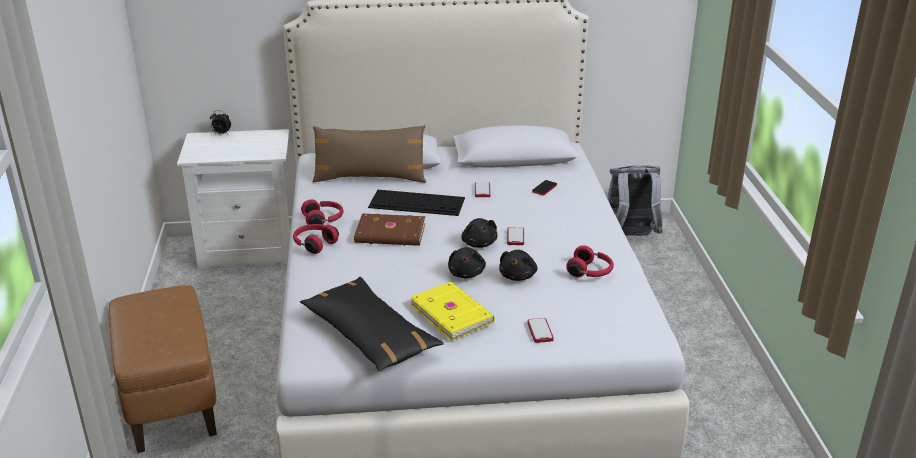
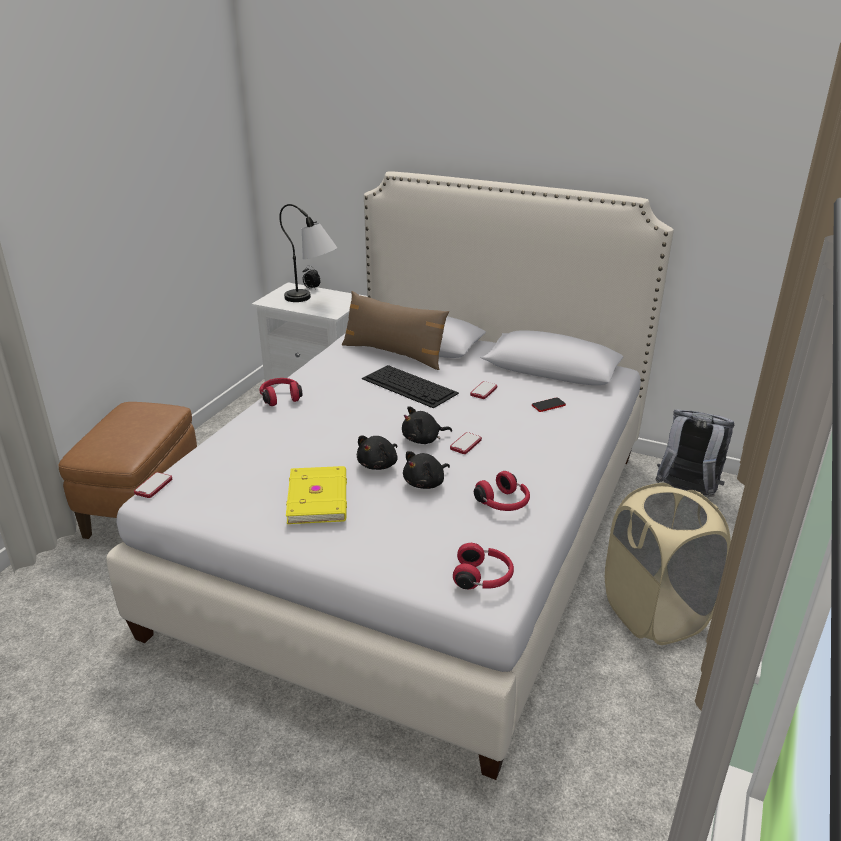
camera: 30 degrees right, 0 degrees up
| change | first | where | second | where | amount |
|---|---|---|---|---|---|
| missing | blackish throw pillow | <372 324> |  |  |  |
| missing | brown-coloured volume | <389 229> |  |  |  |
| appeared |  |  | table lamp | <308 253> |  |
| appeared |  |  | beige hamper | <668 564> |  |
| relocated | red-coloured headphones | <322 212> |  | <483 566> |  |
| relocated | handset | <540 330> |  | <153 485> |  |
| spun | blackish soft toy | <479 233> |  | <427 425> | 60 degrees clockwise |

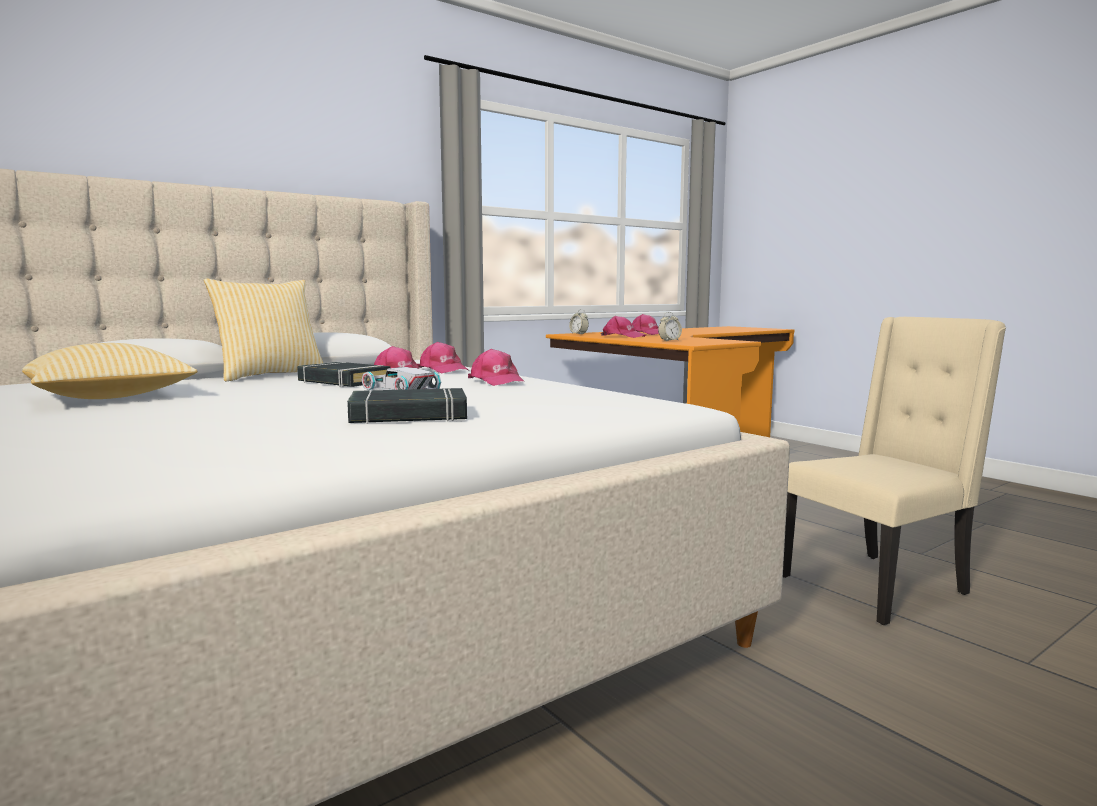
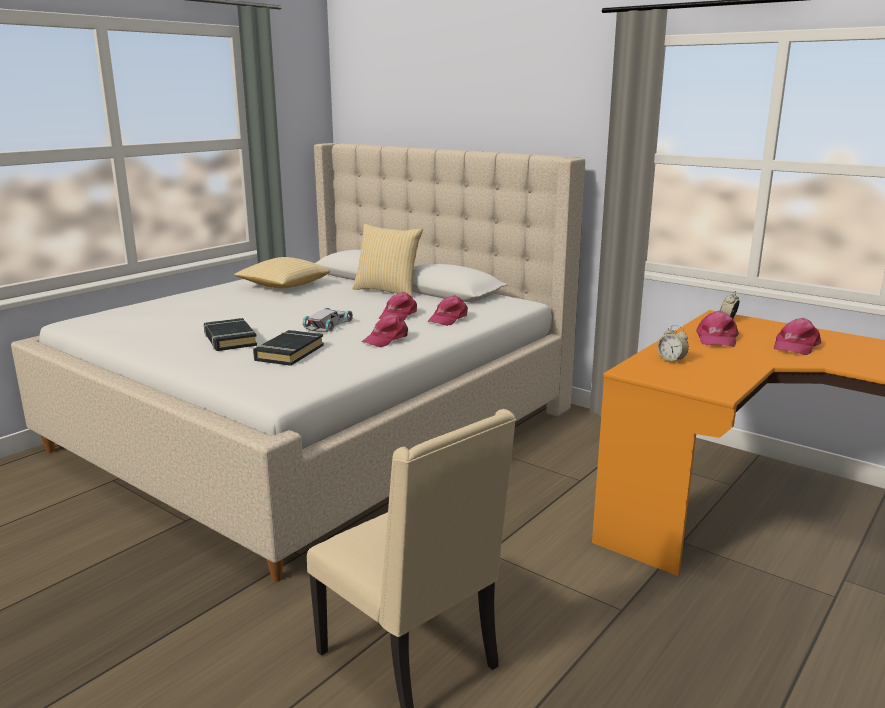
camera: 75 degrees right, 10 degrees up
| change | first | where | second | where | amount |
|---|---|---|---|---|---|
| relocated | blackish volume | <344 374> |  | <288 348> |  |

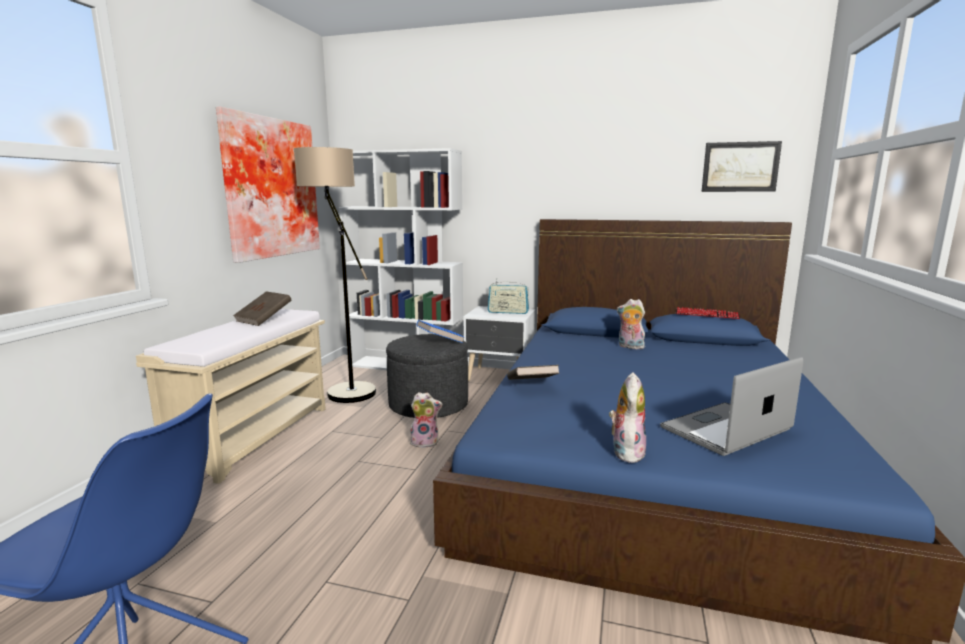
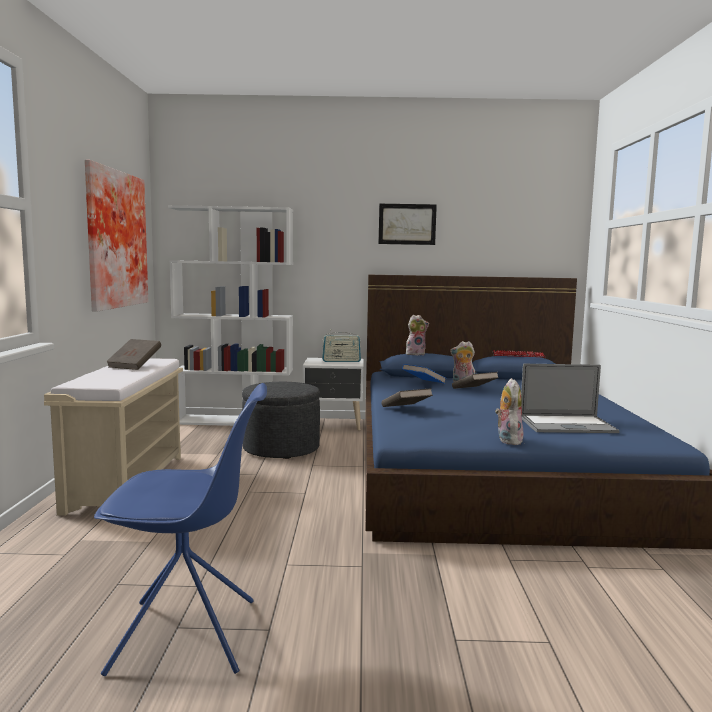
camera: 15 degrees left, 5 degrees down
| change | first | where | second | where | amount |
|---|---|---|---|---|---|
| missing | standing lamp | <335 275> |  |  |  |
| appeared |  |  | brown-coloured volume | <475 380> |  |
| relocated | soft toy | <426 420> |  | <417 335> |  |
| relocated | blue-coloured volume | <440 331> |  | <424 373> |  |
| relocated | picture | <741 166> |  | <407 224> |  |
| spun | portable computer | <731 406> |  | <570 398> | 135 degrees counterclockwise |

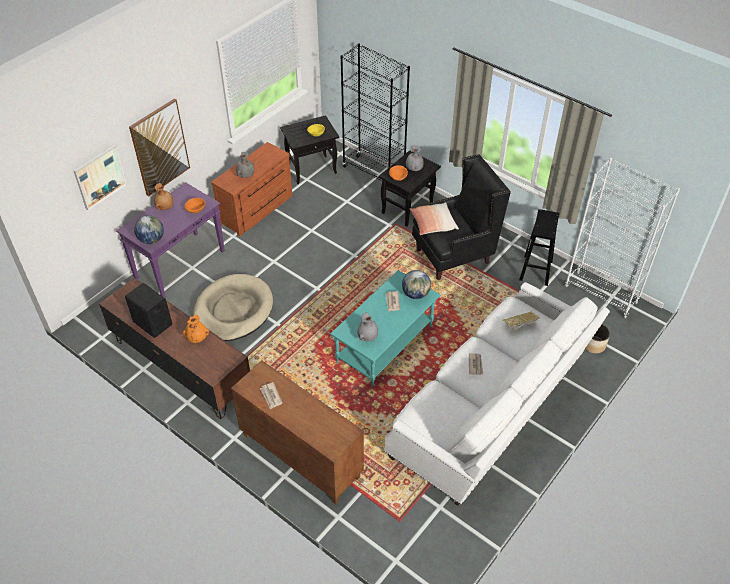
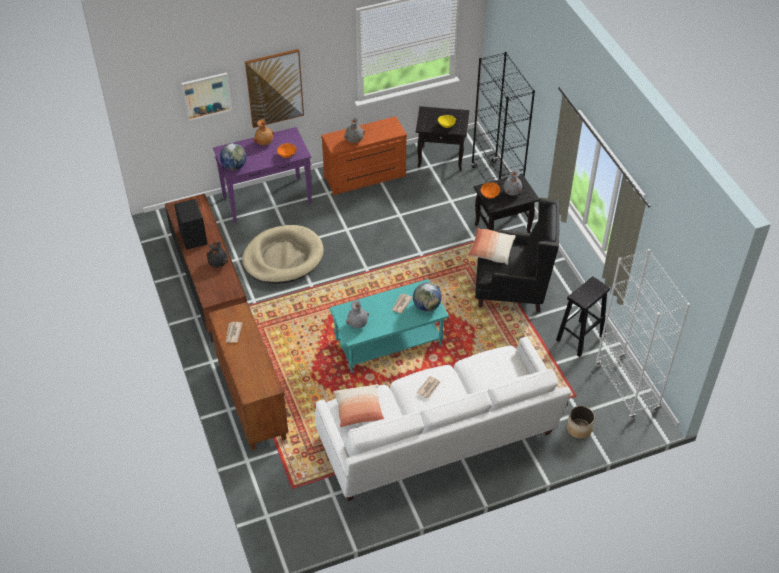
camera: 30 degrees right, 0 degrees up
| change | first | where | second | where | amount |
|---|---|---|---|---|---|
| missing | volume | <521 321> |  |  |  |
| appeared |  |  | throw pillow | <358 405> |  |
| colour | orange flower vase | <196 328> | blackish flower vase | <217 255> |  |

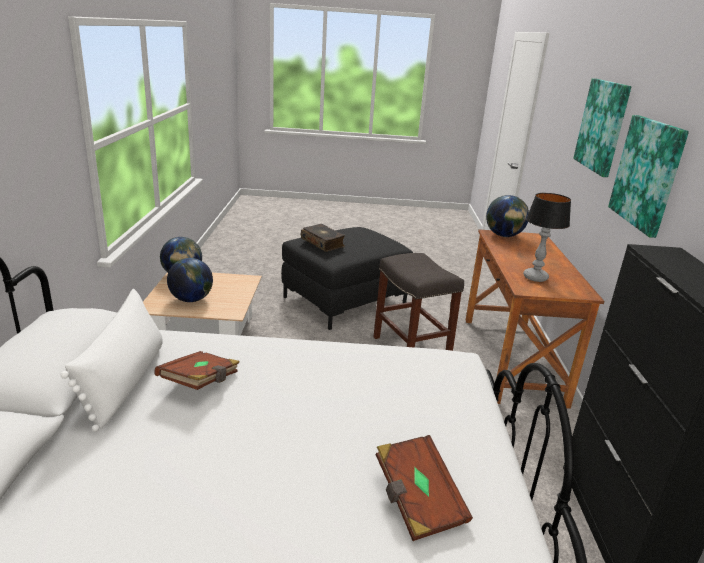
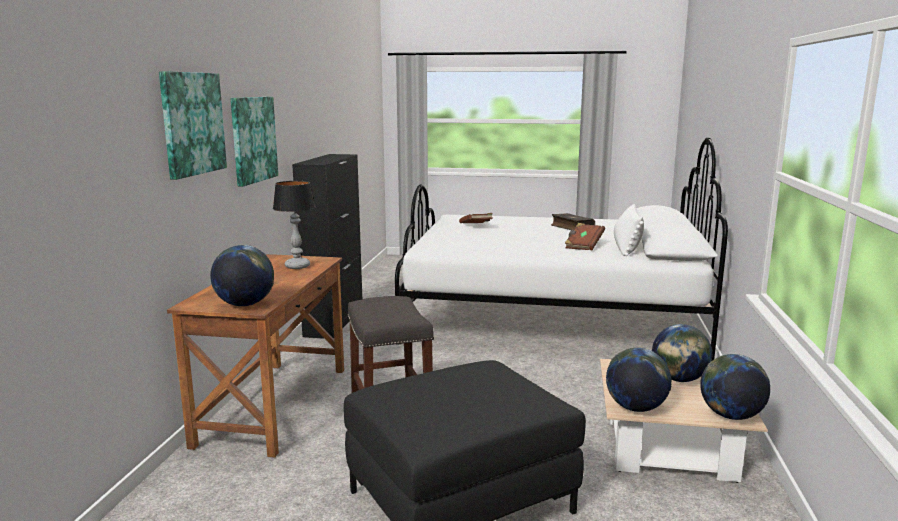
camera: 170 degrees left, 10 degrees down
| change | first | where | second | where | amount |
|---|---|---|---|---|---|
| appeared |  |  | desk globe | <639 380> |  |
| relocated | volume | <323 238> |  | <573 222> |  |

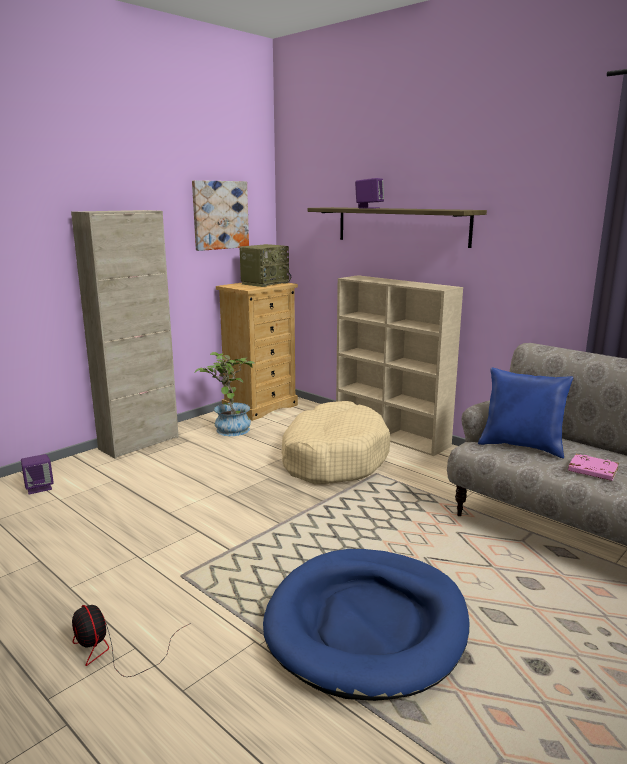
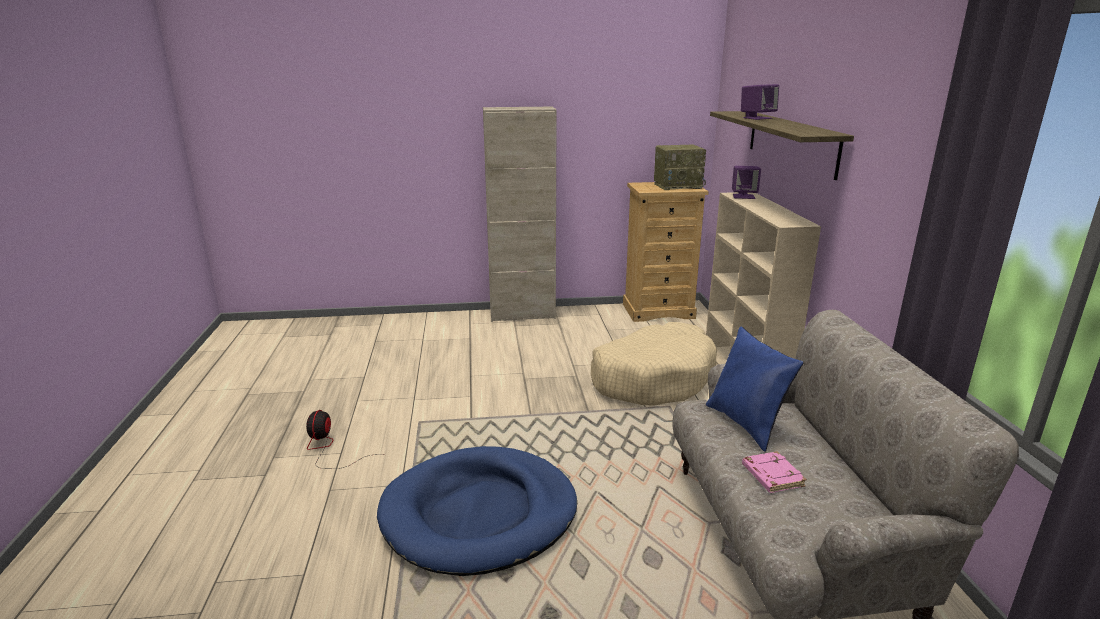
camera: 40 degrees right, 5 degrees up
| change | first | where | second | where | amount |
|---|---|---|---|---|---|
| missing | picture | <220 215> |  |  |  |
| missing | plant in a pot | <225 394> |  |  |  |
| relocated | purplish speaker | <37 474> |  | <746 182> |  |

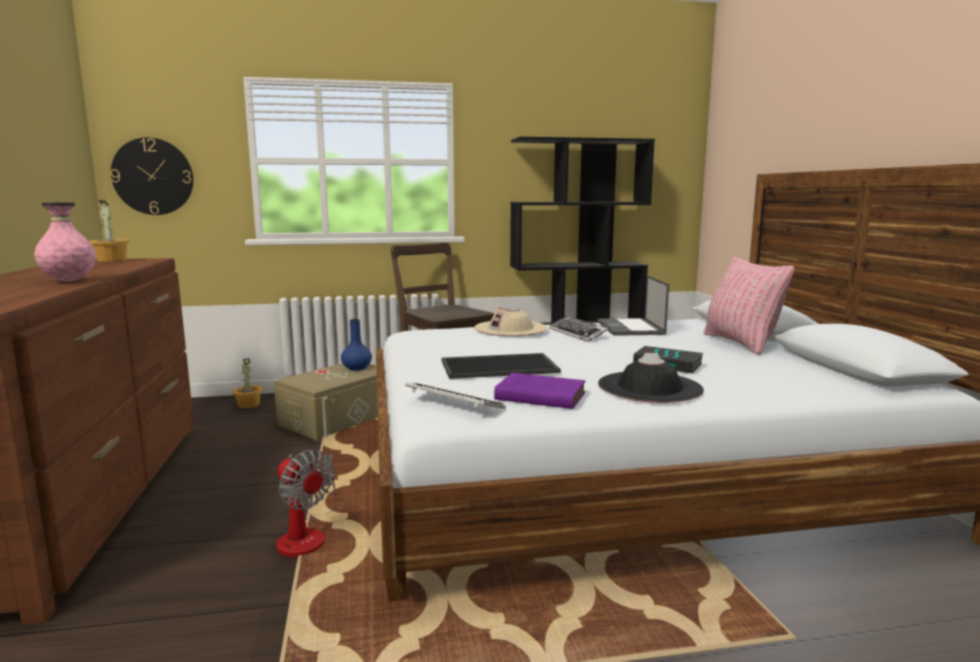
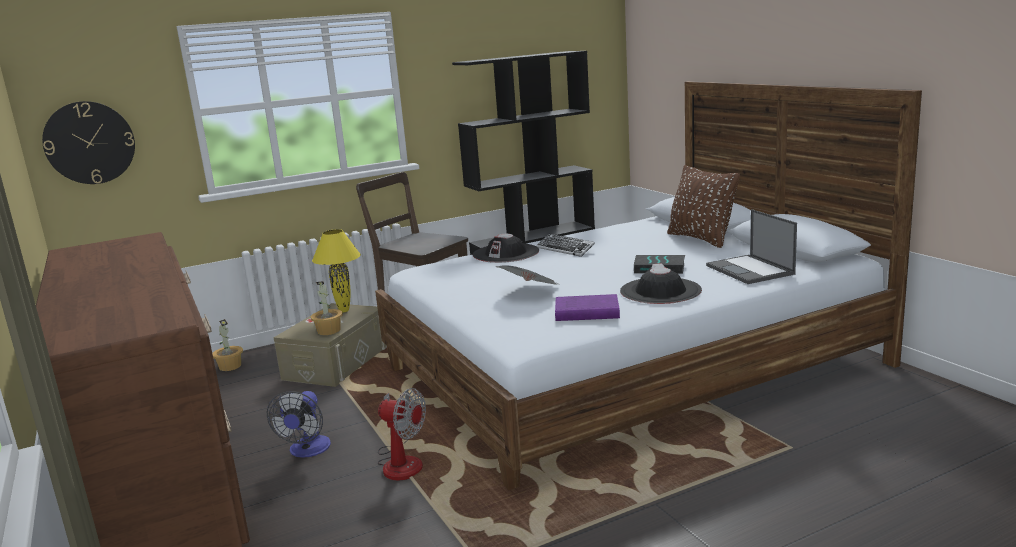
camera: 15 degrees left, 5 degrees up
| change | first | where | second | where | amount |
|---|---|---|---|---|---|
| missing | pinkish flower vase | <65 242> |  |  |  |
| missing | computer keyboard | <455 395> |  |  |  |
| appeared |  |  | electric fan | <299 424> |  |
| relocated | plant in a pot | <109 231> |  | <327 308> |  |
| relocated | portable computer | <633 305> |  | <751 246> |  |
| exchanged | blue-coloured flower vase | <356 344> | yellow table lamp | <336 270> |  |
| exchanged | serving tray | <501 366> | printed paper | <526 274> |  |
| colour | beige clothing hat | <510 321> | blackish clothing hat | <506 248> |  |
| colour | pinkish throw pillow | <748 306> | brown-coloured throw pillow | <703 206> |  |

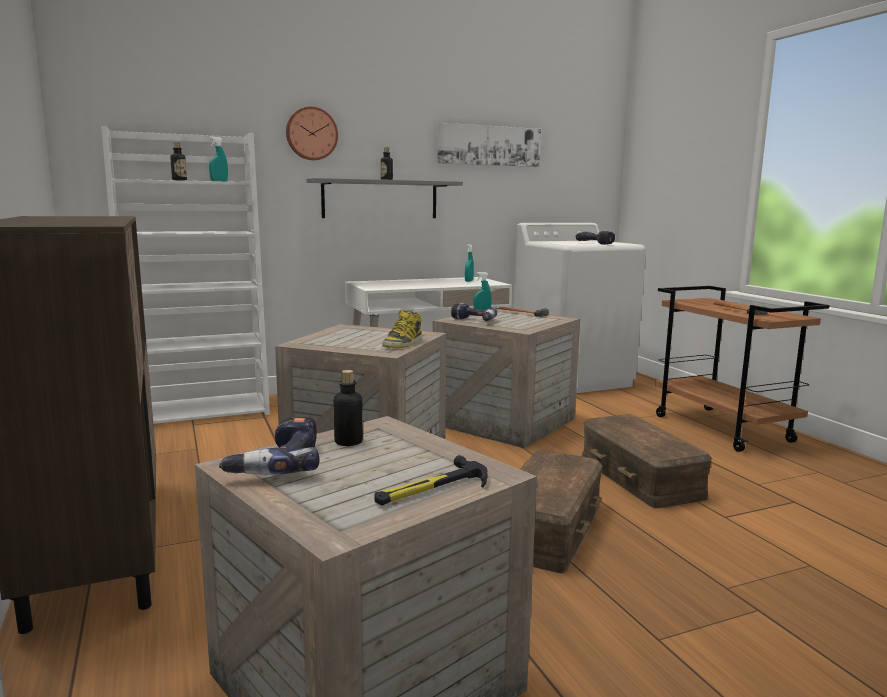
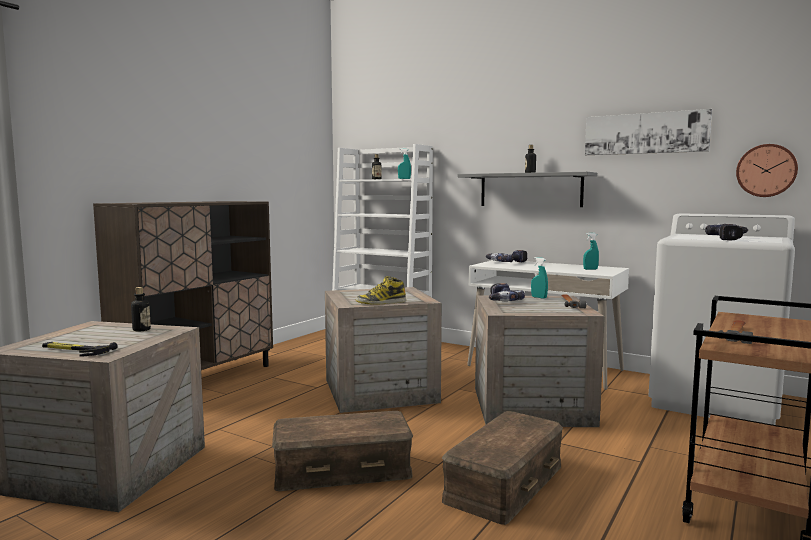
camera: 55 degrees right, 5 degrees down
| change | first | where | second | where | amount |
|---|---|---|---|---|---|
| relocated | drill | <269 446> |  | <506 256> |  |
| relocated | clock on the wall | <312 133> |  | <767 170> |  |

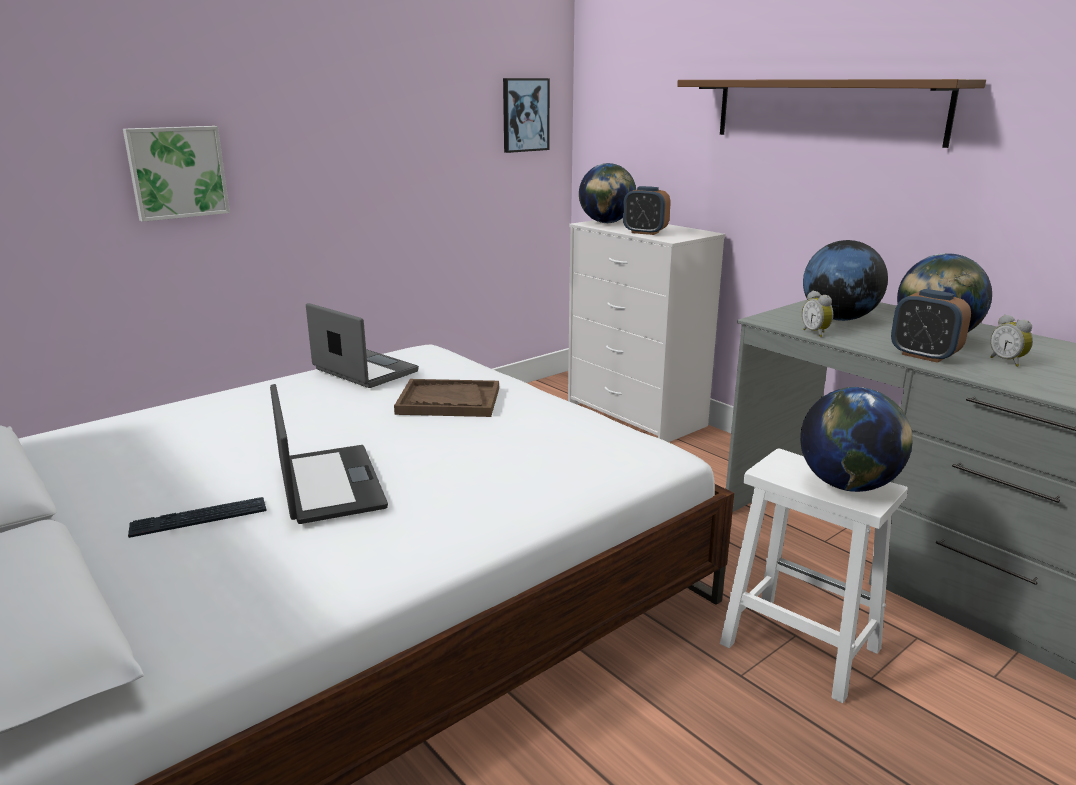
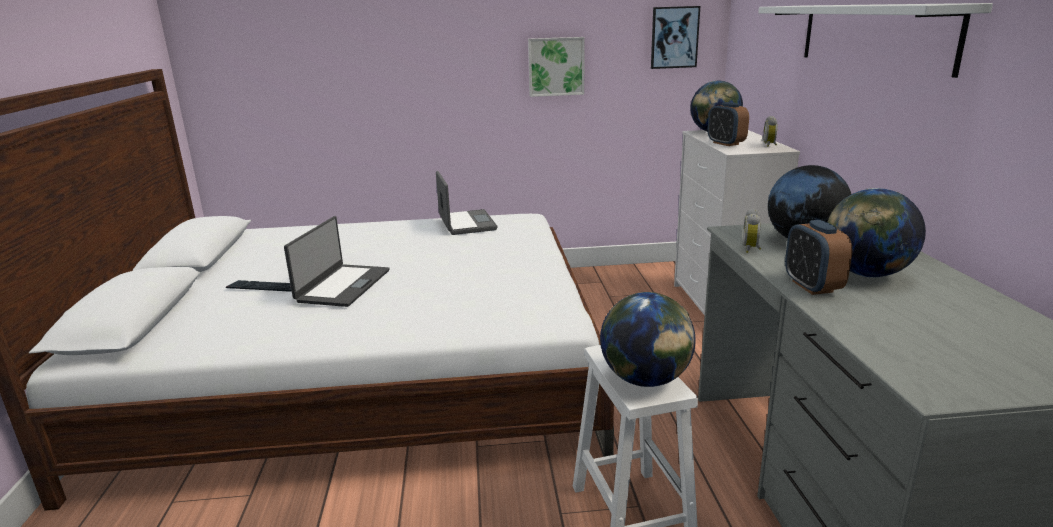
camera: 35 degrees right, 0 degrees up
| change | first | where | second | where | amount |
|---|---|---|---|---|---|
| missing | brown-coloured serving tray | <446 398> |  |  |  |
| relocated | picture | <176 174> |  | <556 67> |  |
| relocated | table clock | <1011 340> |  | <770 131> |  |
| colour | brown-coloured shelf | <831 113> | white shelf | <875 40> |  |

